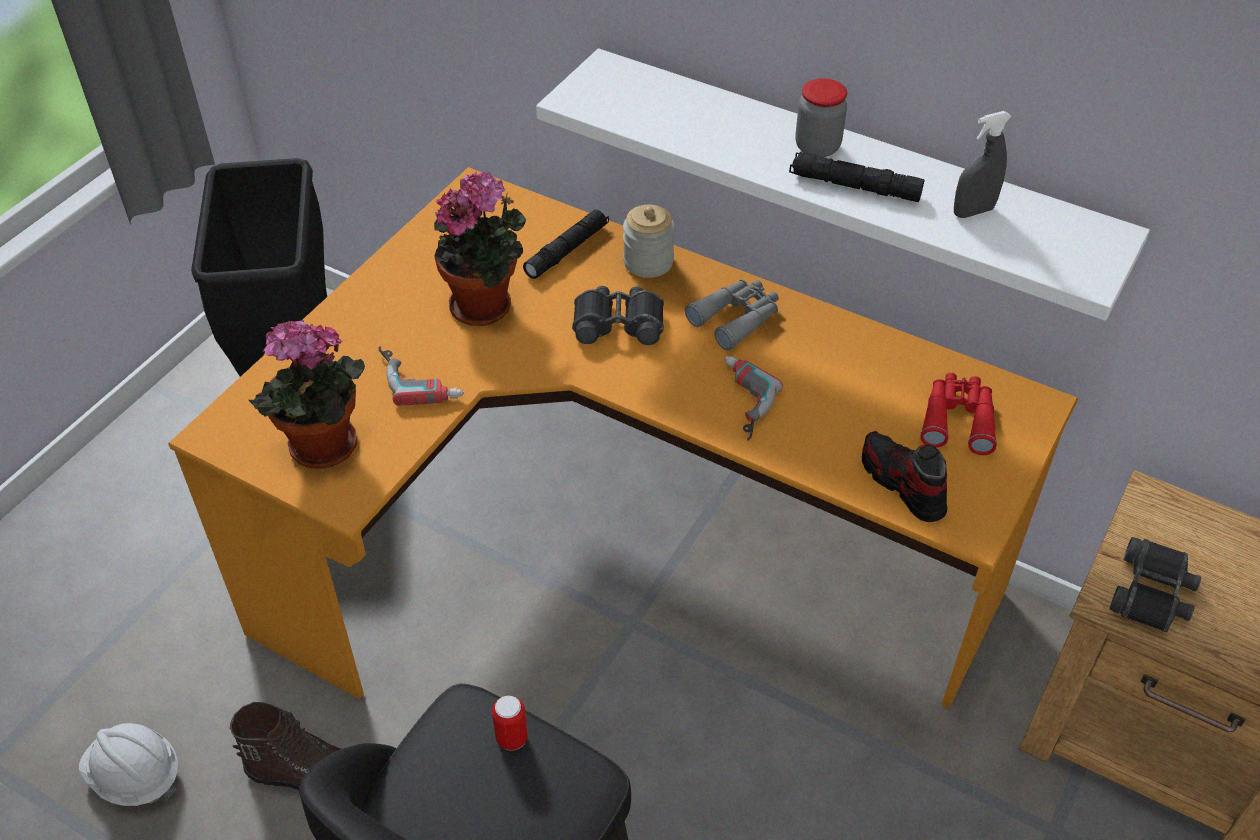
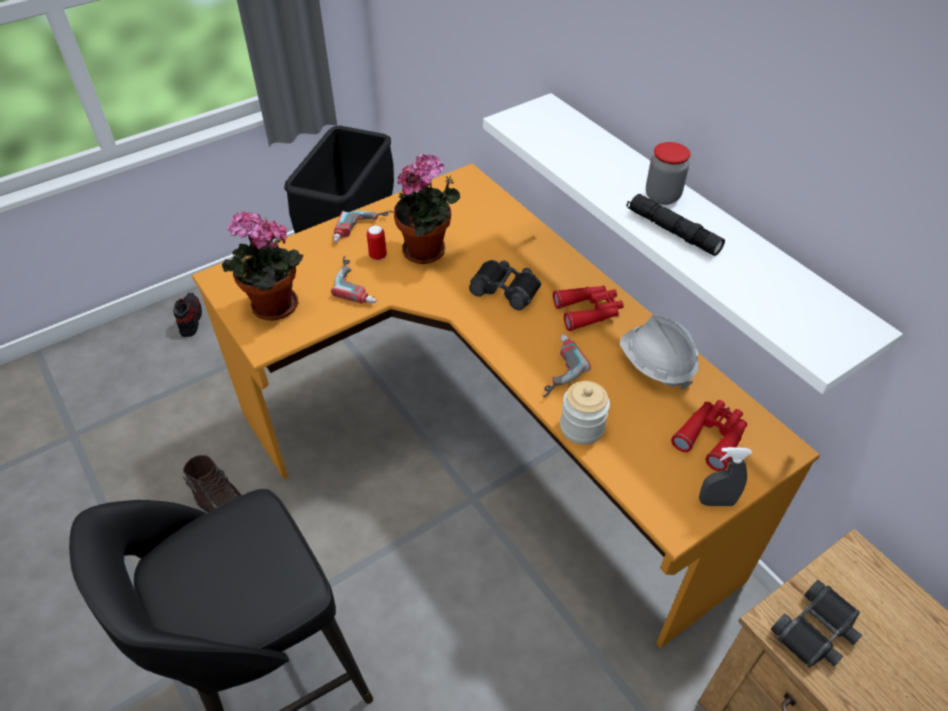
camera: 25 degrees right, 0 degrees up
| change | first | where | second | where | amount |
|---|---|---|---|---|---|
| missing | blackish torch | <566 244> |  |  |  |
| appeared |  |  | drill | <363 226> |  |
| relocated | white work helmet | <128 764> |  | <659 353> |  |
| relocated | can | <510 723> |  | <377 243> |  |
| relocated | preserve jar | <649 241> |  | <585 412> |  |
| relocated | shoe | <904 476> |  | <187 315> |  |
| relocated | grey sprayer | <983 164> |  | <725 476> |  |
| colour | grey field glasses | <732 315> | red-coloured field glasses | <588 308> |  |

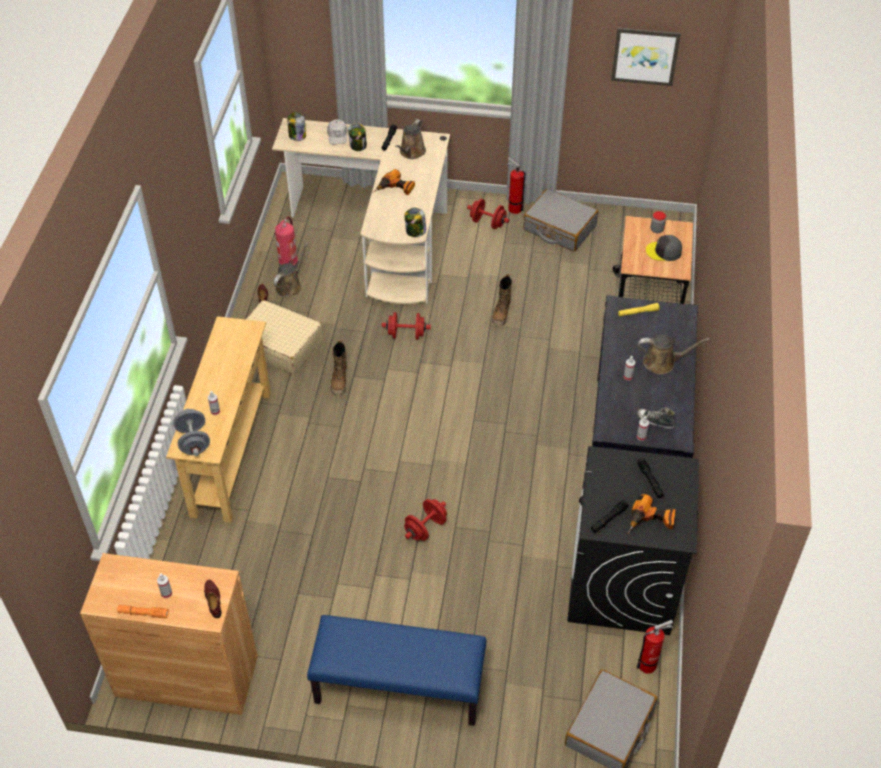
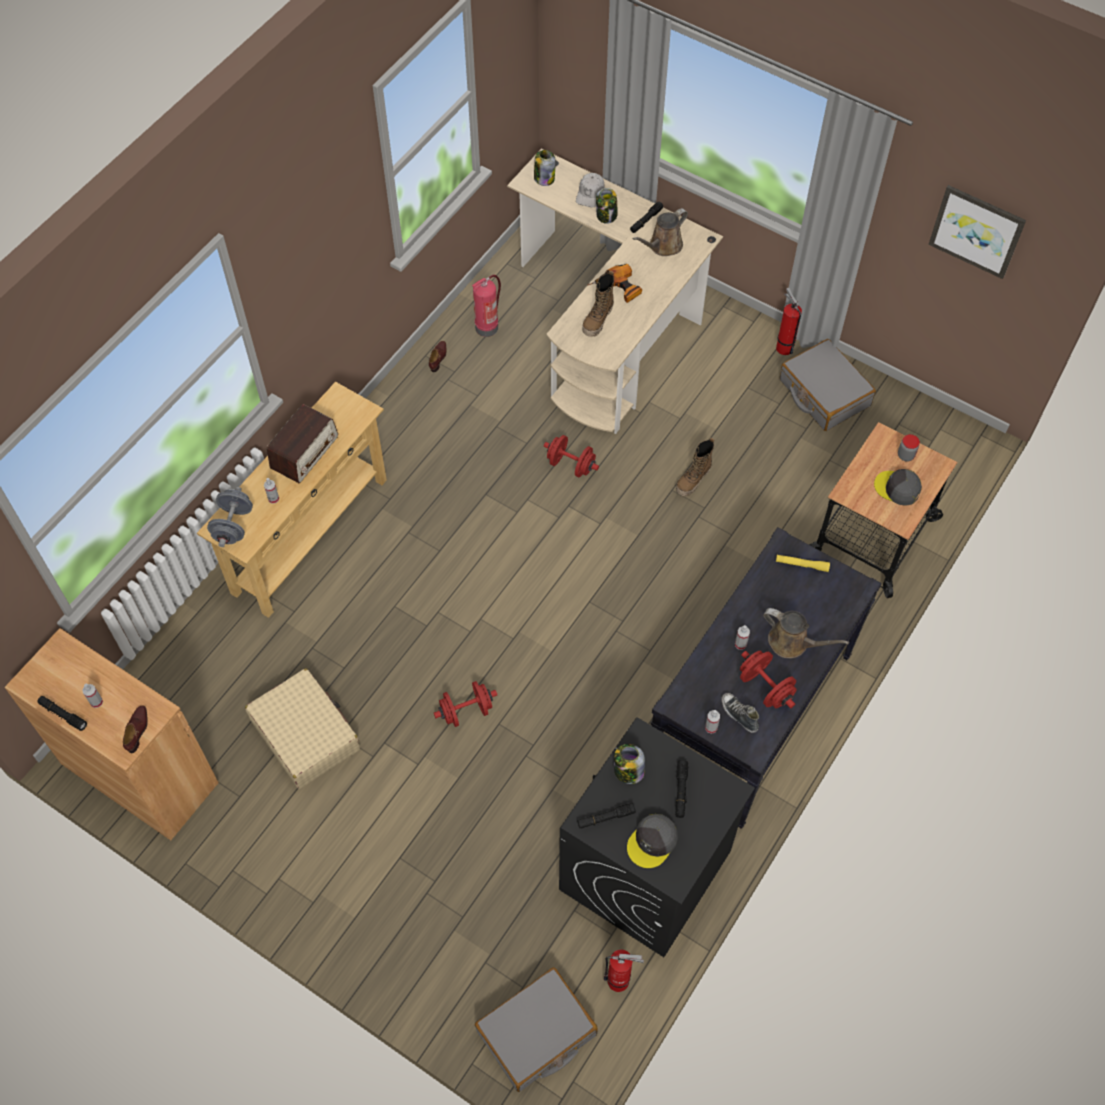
camera: 25 degrees right, 10 degrees up
| change | first | where | second | where | amount |
|---|---|---|---|---|---|
| missing | brown-coloured sprinkling can | <290 269> |  |  |  |
| missing | blue-coloured bench | <396 670> |  |  |  |
| appeared |  |  | radio | <302 443> |  |
| relocated | beige travel case | <284 337> |  | <302 728> |  |
| relocated | boot | <338 367> |  | <598 304> |  |
| relocated | preserve jar | <415 222> |  | <629 764> |  |
| relocated | red-coloured dumbbell | <488 214> |  | <768 679> |  |
| exchanged | drill | <652 514> | grey peaked cap | <652 841> |  |
| colour | orange torch | <143 611> | blackish torch | <62 713> |  |

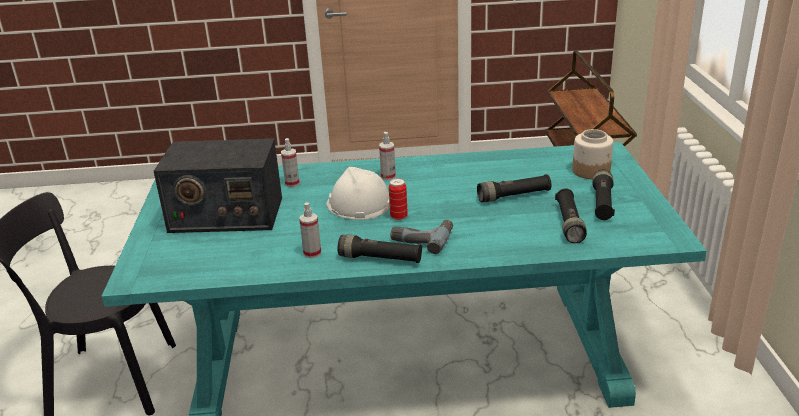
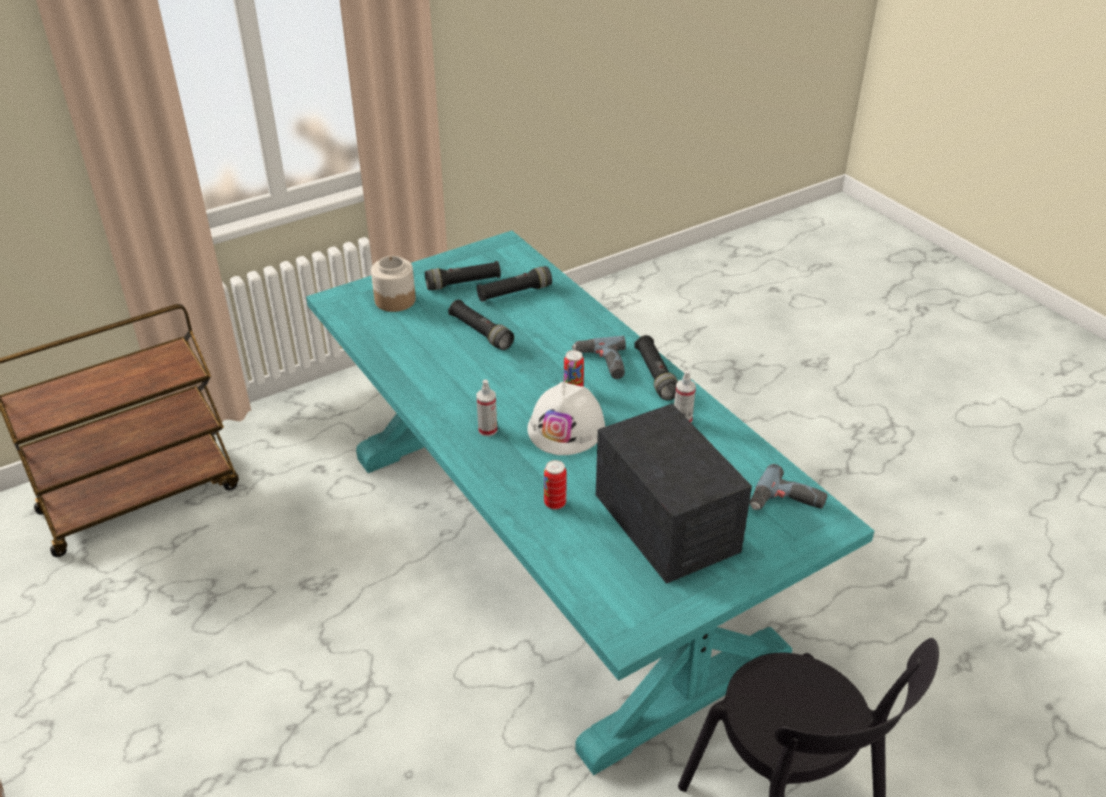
camera: 120 degrees left, 10 degrees up
| change | first | where | second | where | amount |
|---|---|---|---|---|---|
| appeared |  |  | drill | <788 487> |  |
| exchanged | sprayer | <290 162> | can | <555 485> |  |

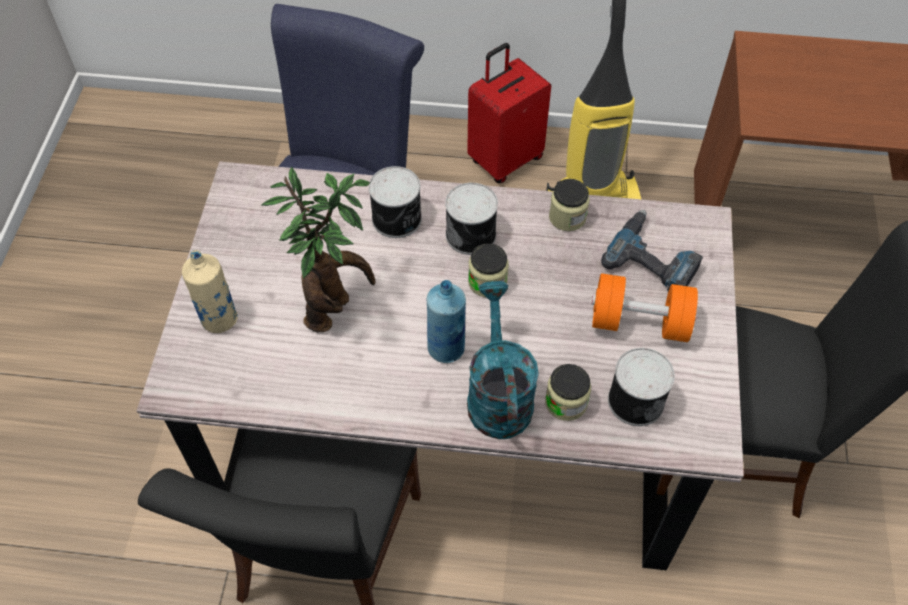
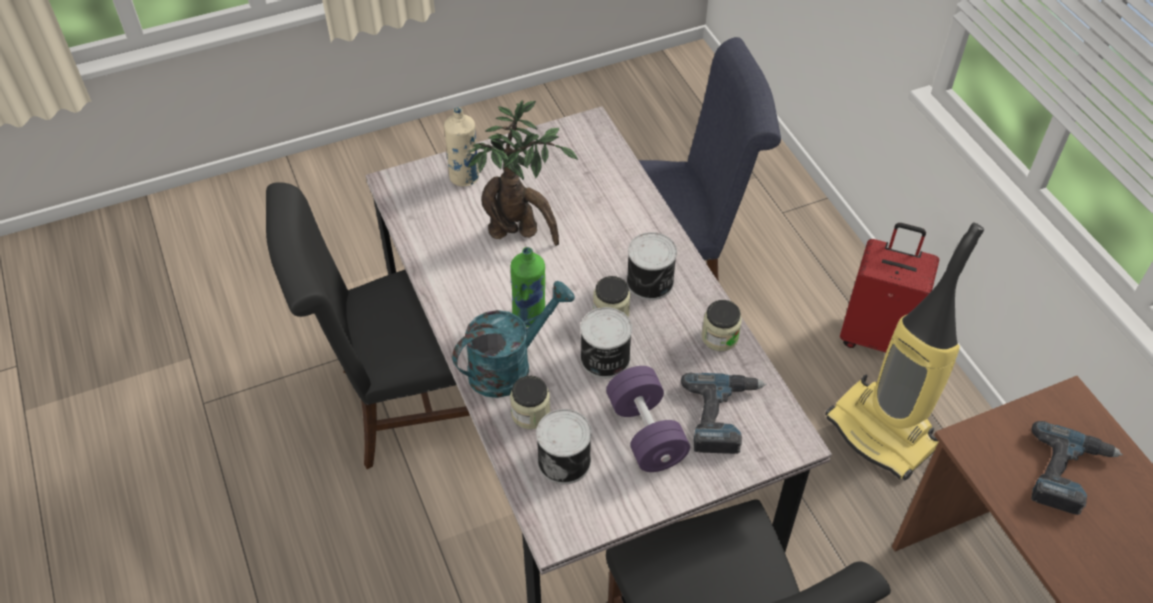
camera: 60 degrees right, 5 degrees down
| change | first | where | second | where | amount |
|---|---|---|---|---|---|
| appeared |  |  | drill | <1077 468> |  |
| relocated | can | <395 202> |  | <606 342> |  |
| colour | blue-coloured beverage bottle | <446 321> | green beverage bottle | <528 287> |  |
| colour | orange dumbbell | <645 307> | purplish dumbbell | <648 419> |  |

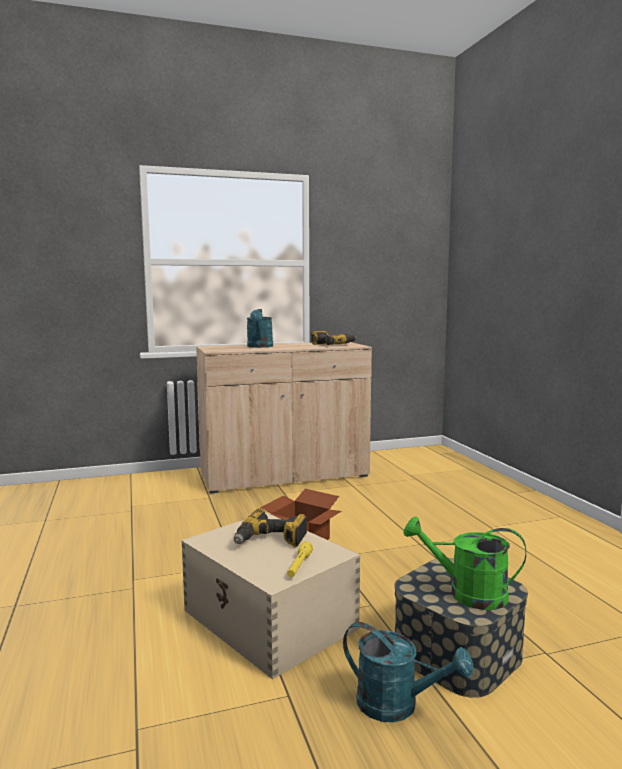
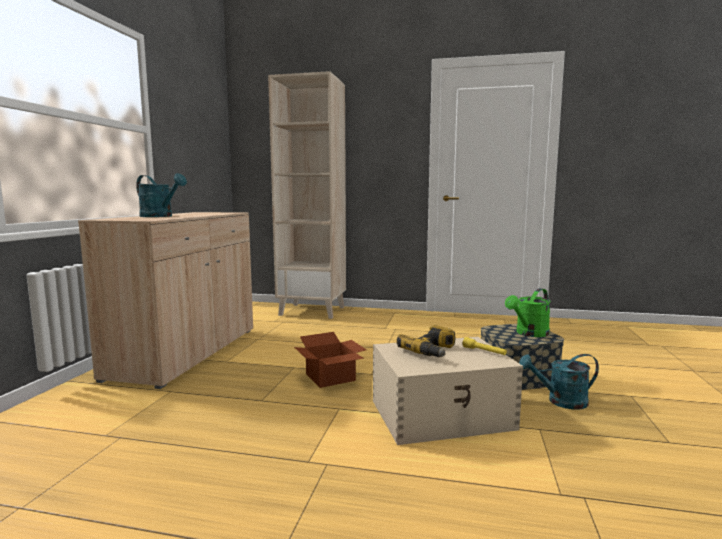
camera: 60 degrees left, 0 degrees up
| change | first | where | second | where | amount |
|---|---|---|---|---|---|
| missing | drill | <333 338> |  |  |  |
| appeared |  |  | beige shelving unit | <307 195> |  |
| spun | blue-green sprinkling can | <408 672> |  | <559 381> | 150 degrees counterclockwise |

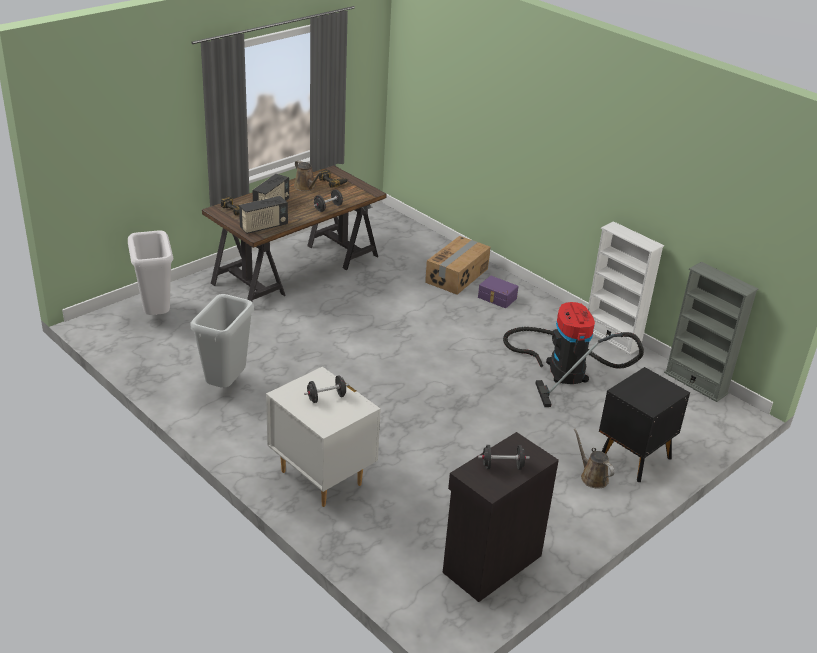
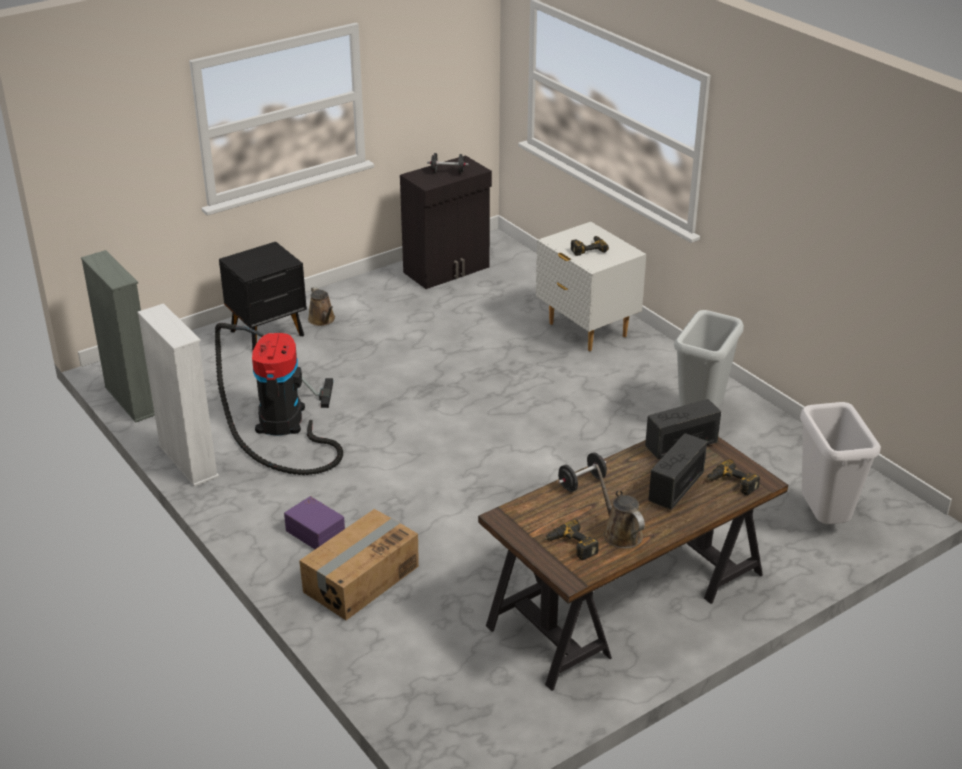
camera: 170 degrees left, 0 degrees up
| change | first | where | second | where | amount |
|---|---|---|---|---|---|
| exchanged | blackish dumbbell | <326 389> | drill | <590 246> |  |

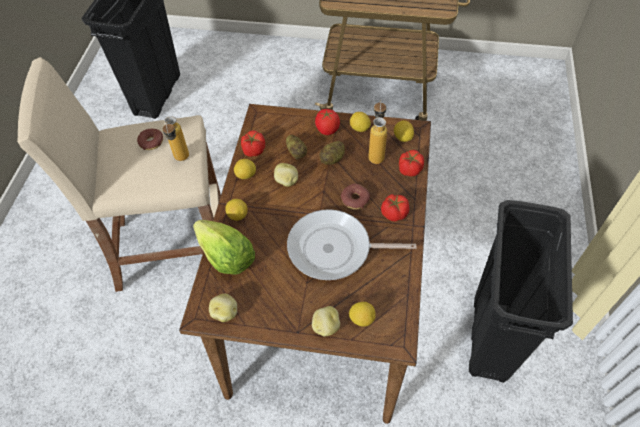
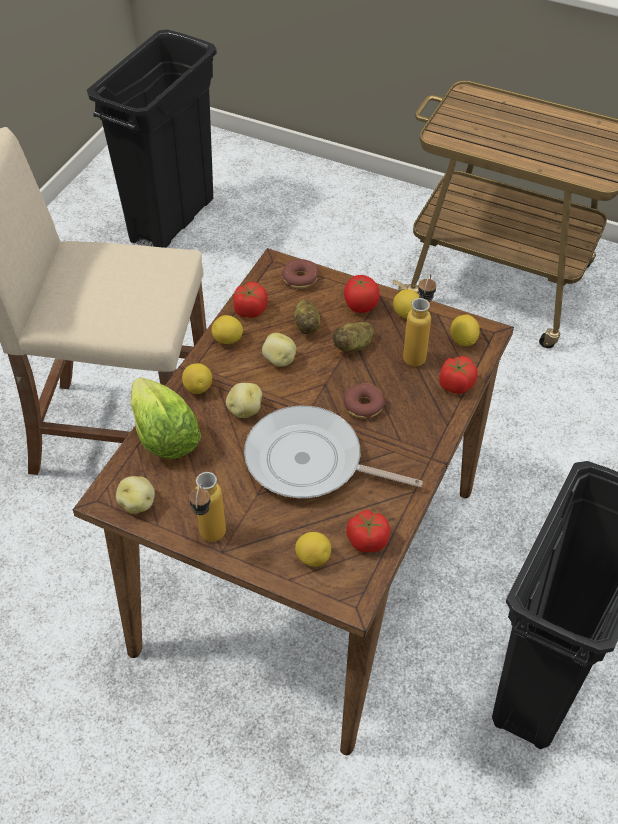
camera: 15 degrees right, 5 degrees down
| change | first | where | second | where | amount |
|---|---|---|---|---|---|
| relocated | doughnut | <150 139> |  | <300 274> |  |
| relocated | beverage bottle | <175 138> |  | <207 507> |  |
| relocated | potato | <326 321> |  | <244 400> |  |
| relocated | tomato | <395 207> |  | <368 531> |  |

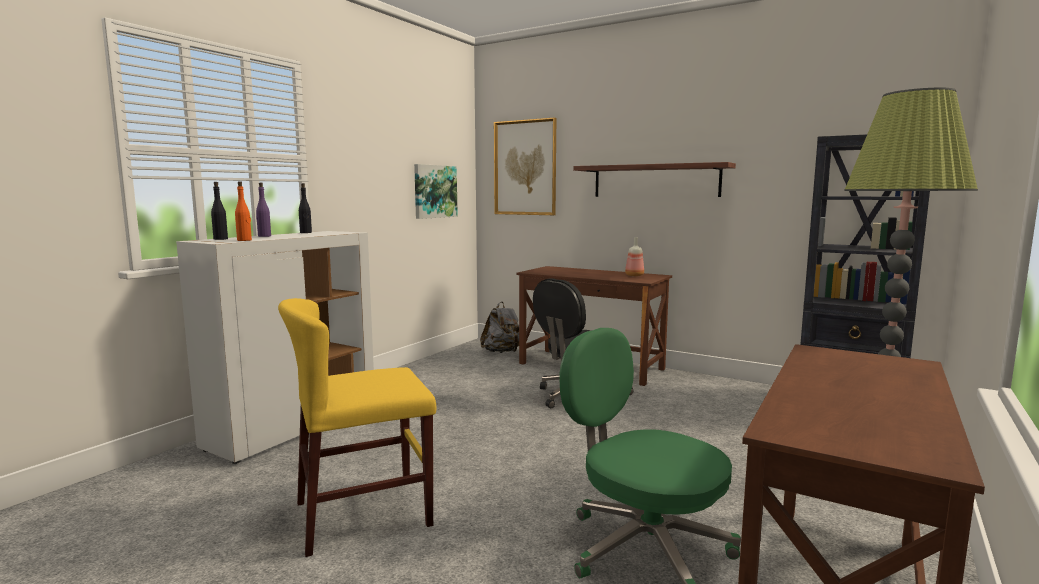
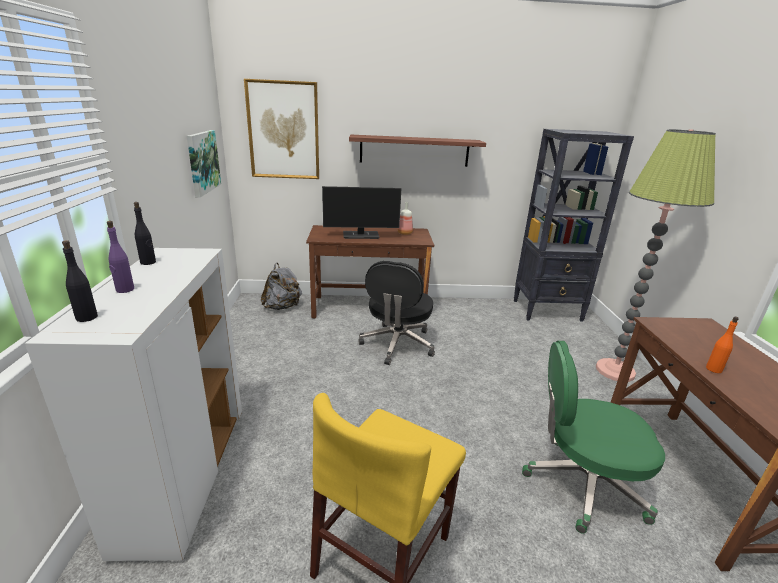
camera: 35 degrees left, 15 degrees up
| change | first | where | second | where | amount |
|---|---|---|---|---|---|
| appeared |  |  | computer display | <361 212> |  |
| relocated | orange beverage bottle | <243 211> |  | <722 345> |  |

